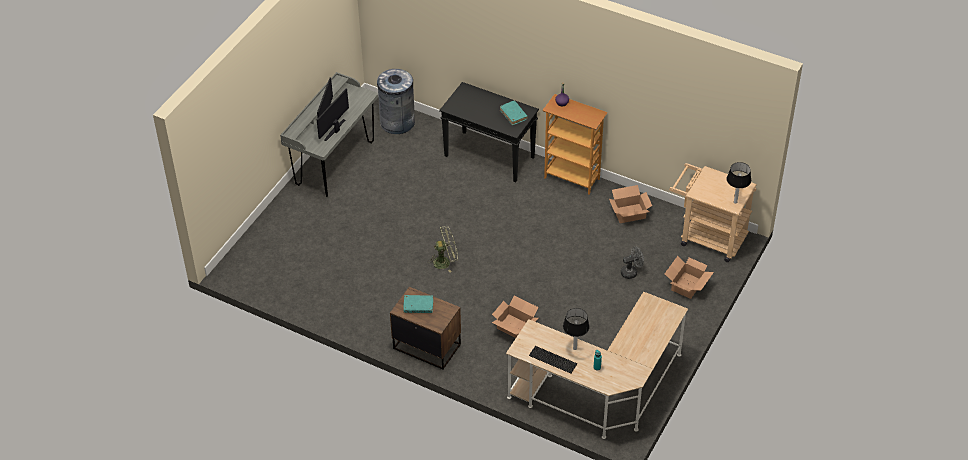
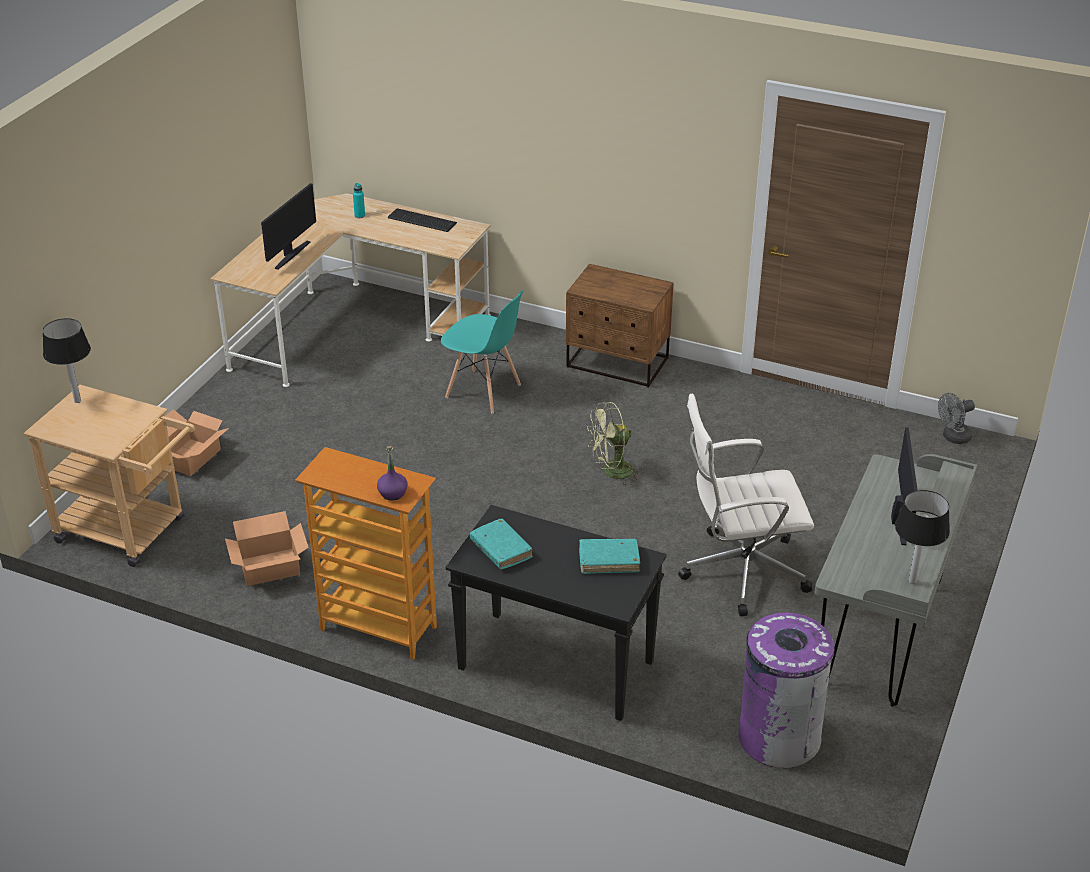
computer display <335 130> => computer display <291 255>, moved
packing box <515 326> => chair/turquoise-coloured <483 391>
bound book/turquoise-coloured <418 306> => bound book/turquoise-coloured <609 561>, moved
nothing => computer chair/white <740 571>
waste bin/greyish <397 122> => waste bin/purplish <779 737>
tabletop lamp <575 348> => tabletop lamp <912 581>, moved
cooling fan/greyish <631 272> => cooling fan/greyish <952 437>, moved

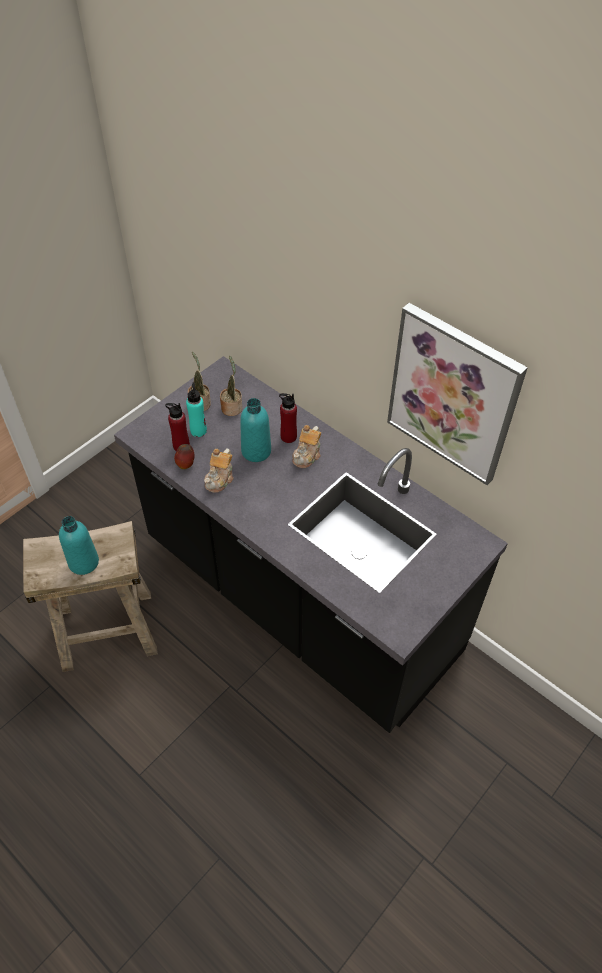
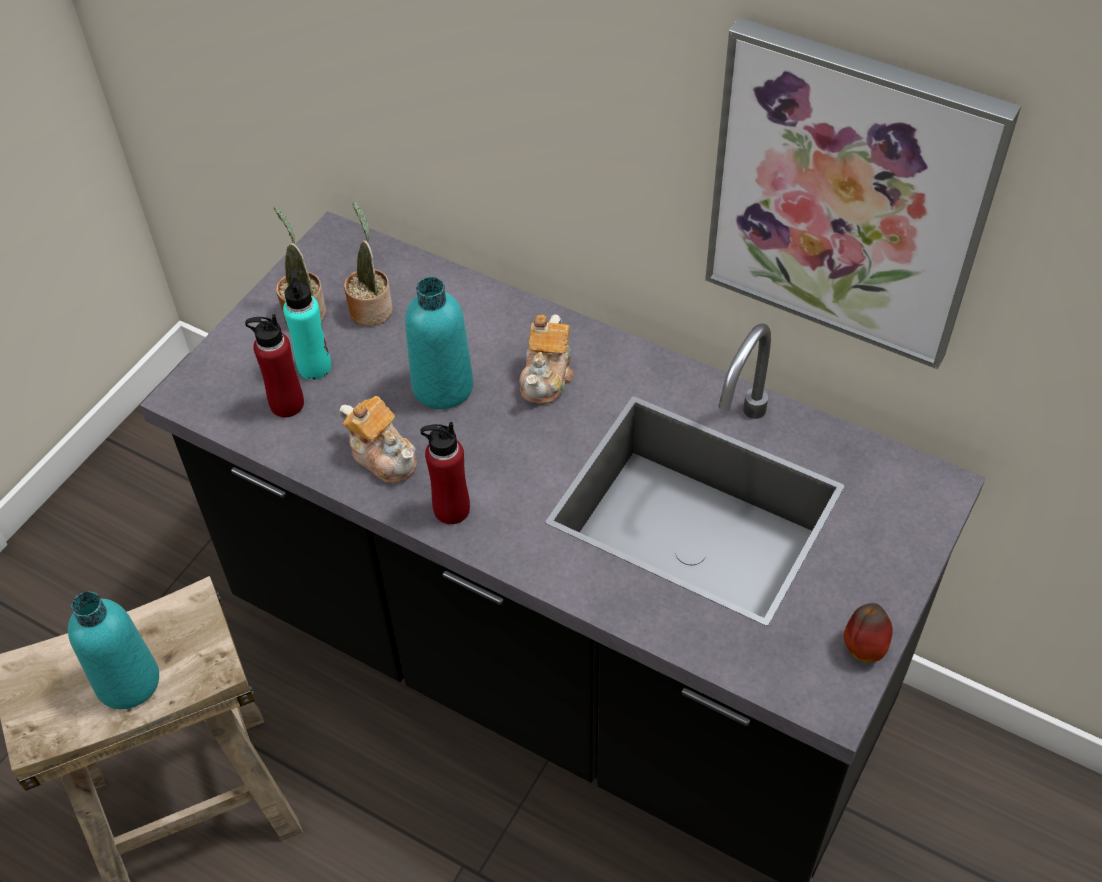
tea pot <220 479> => tea pot <383 456>, 60 degrees counterclockwise
drink bottle/red <288 437> => drink bottle/red <451 509>, moved
apple <186 464> => apple <863 647>, moved

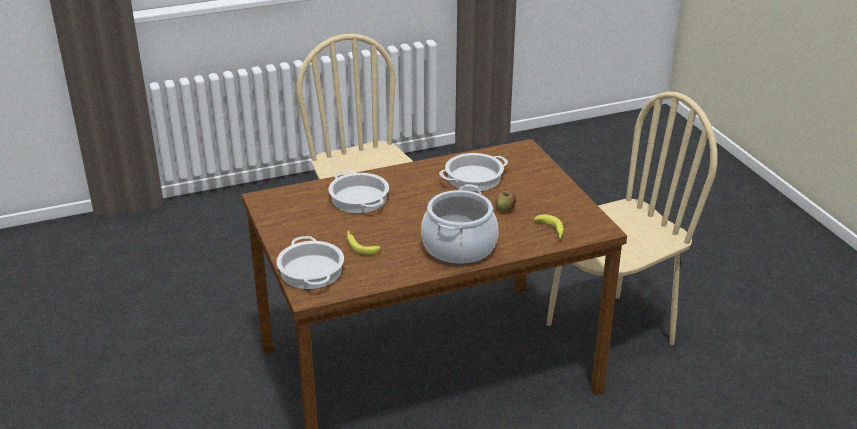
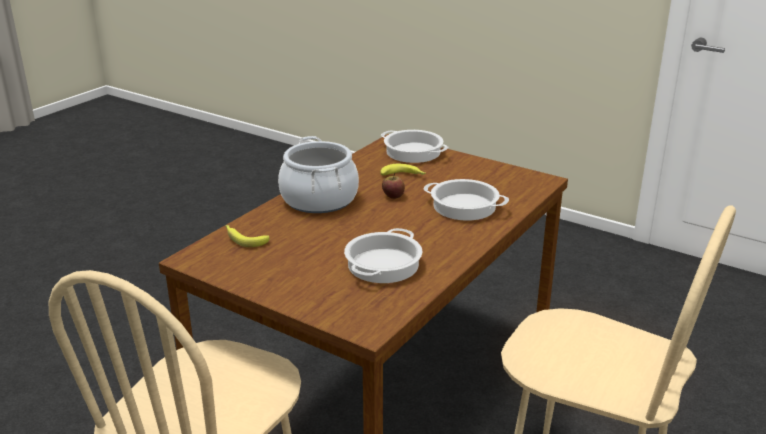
apple <505 209> => apple <393 196>, moved

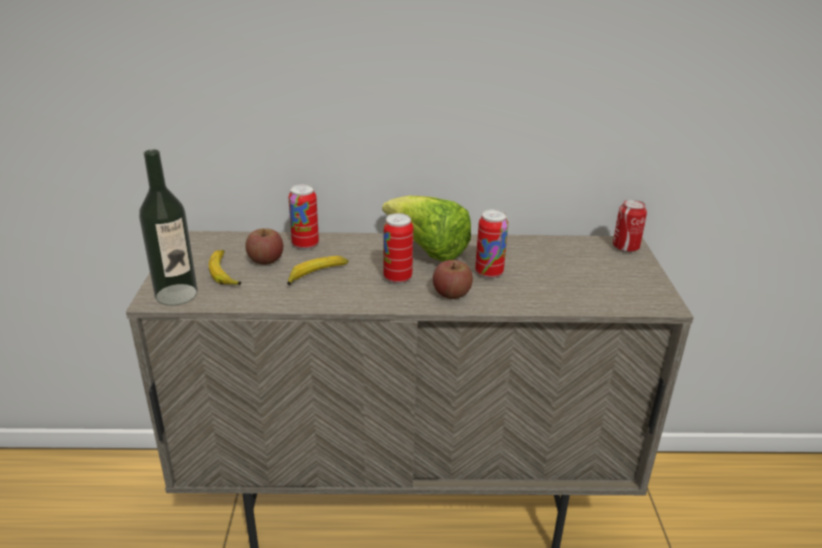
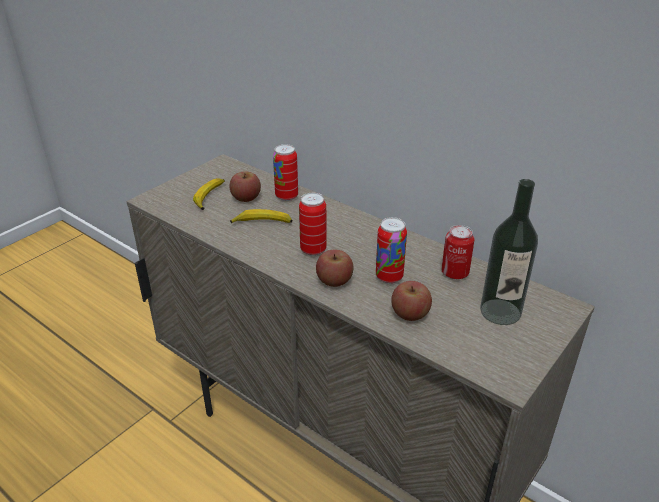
nothing => apple <410 314>
sealed can <625 247> => sealed can <454 273>, moved
drink bottle <176 294> => drink bottle <500 312>, moved
lettuce head <427 251> => nothing

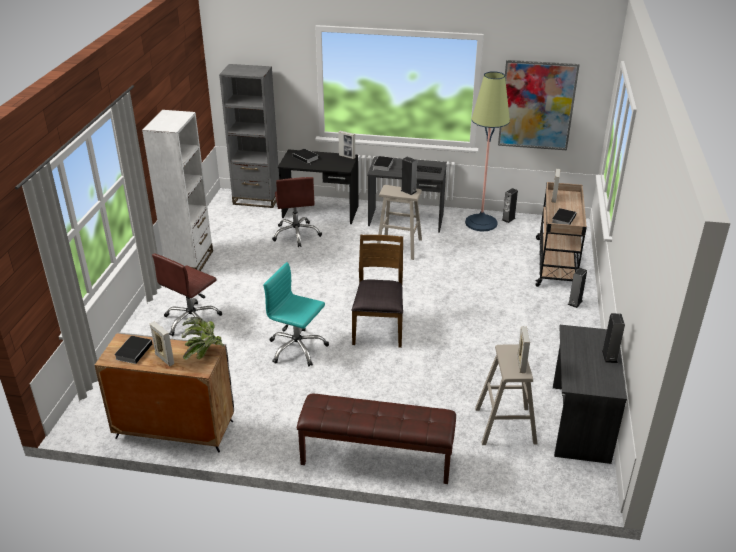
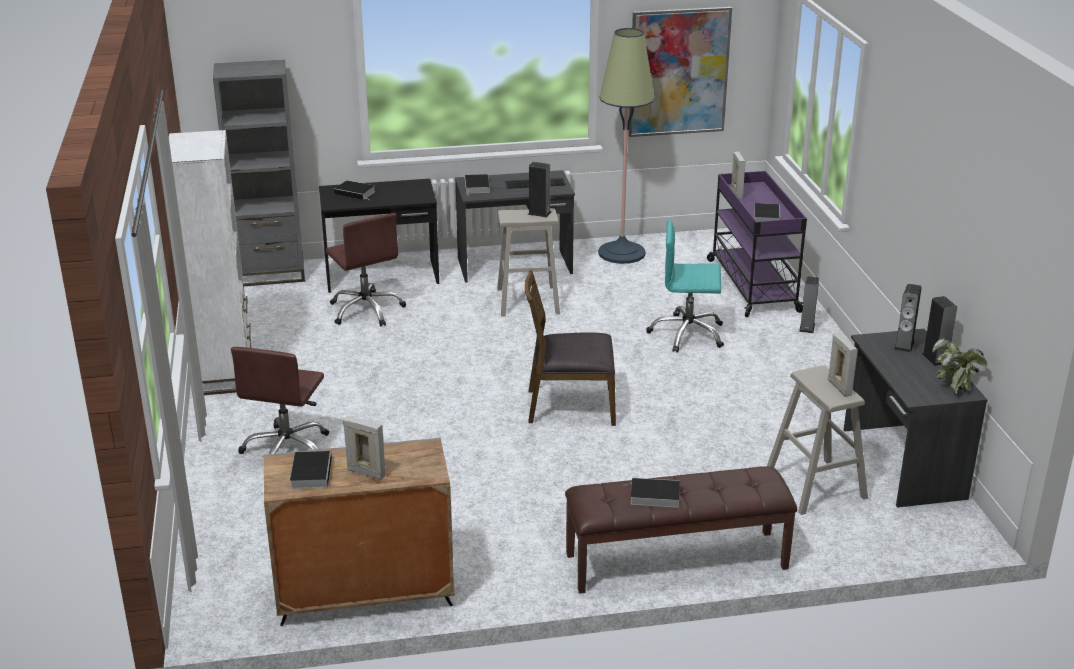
chair/brown-coloured <379 328> => chair/brown-coloured <570 406>, 75 degrees counterclockwise
nothing => bound book <653 496>
computer chair/turquoise-coloured <297 348> => computer chair/turquoise-coloured <687 334>, moved
trolley/beige-coloured <556 263> => trolley/purplish <752 285>
speaker <508 219> => speaker <904 345>, moved
houseplant <203 352> => houseplant <955 384>, moved
picture frame <347 156> => nothing

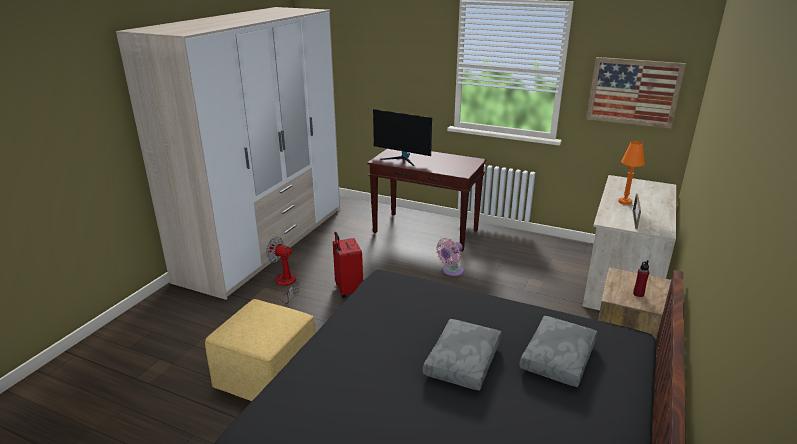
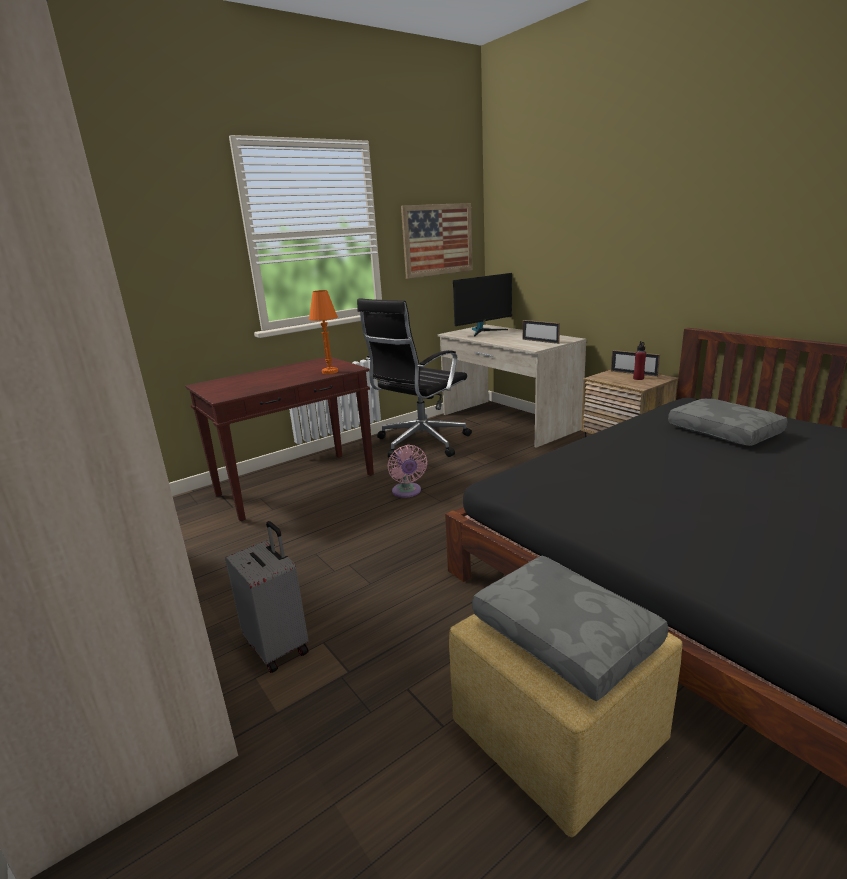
cooling fan <286 284> => travel case/greyish <278 646>
tabletop lamp/orangey <625 202> => tabletop lamp/orangey <330 372>, moved
nothing => computer chair/blackish <420 443>
computer display <402 159> => computer display <483 331>, moved
throw pillow/greyish <464 362> => throw pillow/greyish <567 635>, moved
nothing => picture frame <633 373>
travel case/red <348 290> => nothing

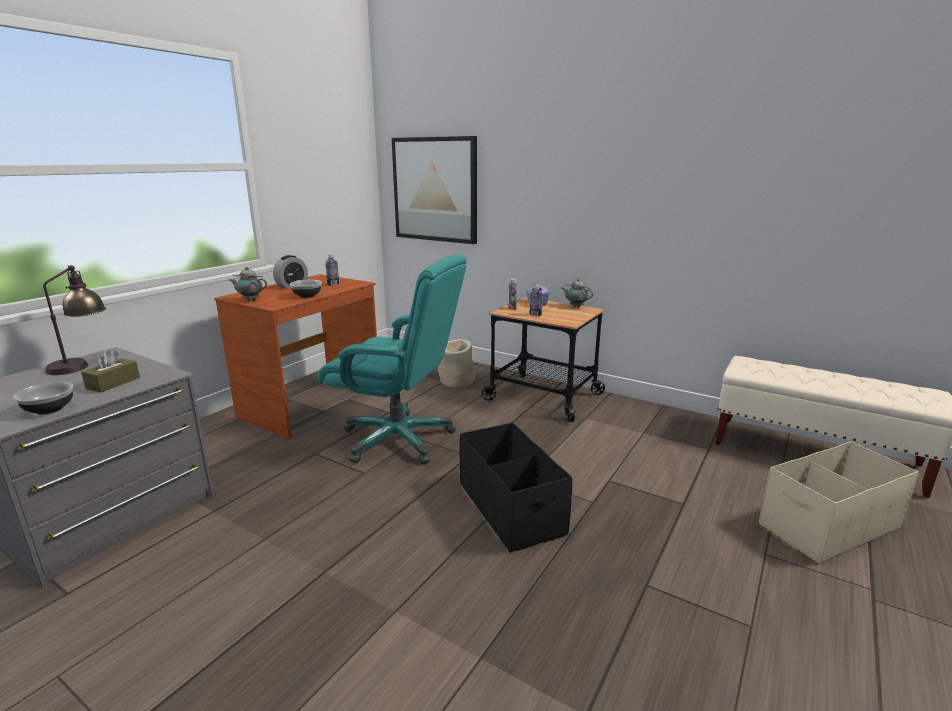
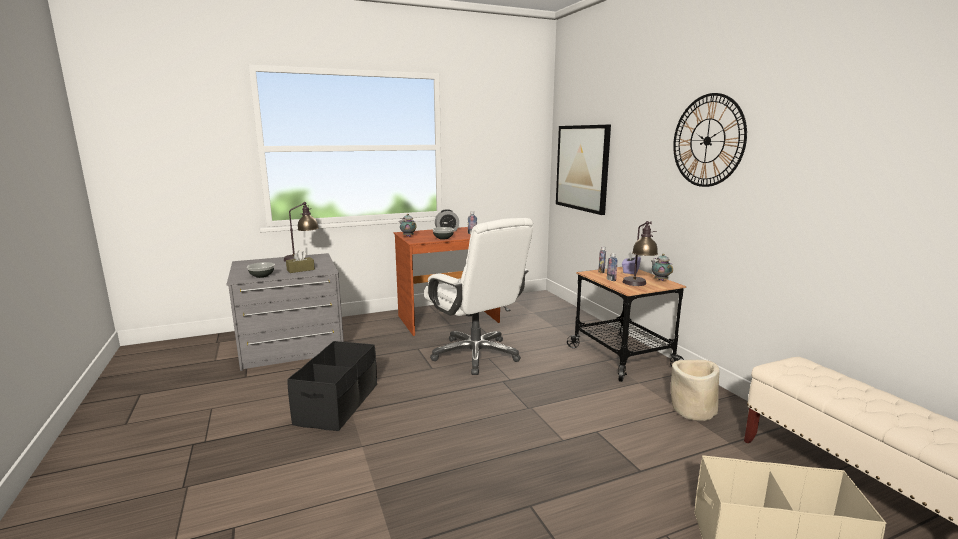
storage box/blackish <511 508> => storage box/blackish <338 404>, moved
computer chair/turquoise-coloured <399 439> => computer chair/white <476 355>
nothing => tabletop lamp <638 285>
flower pot/beige-coloured <456 381> => flower pot/beige-coloured <693 410>, moved
nothing => wall clock <707 141>

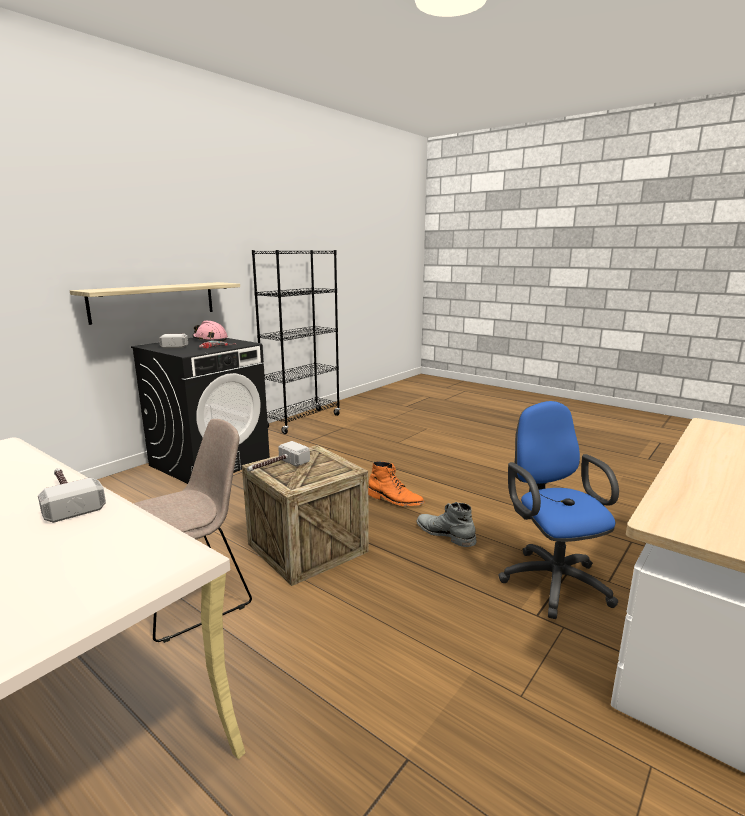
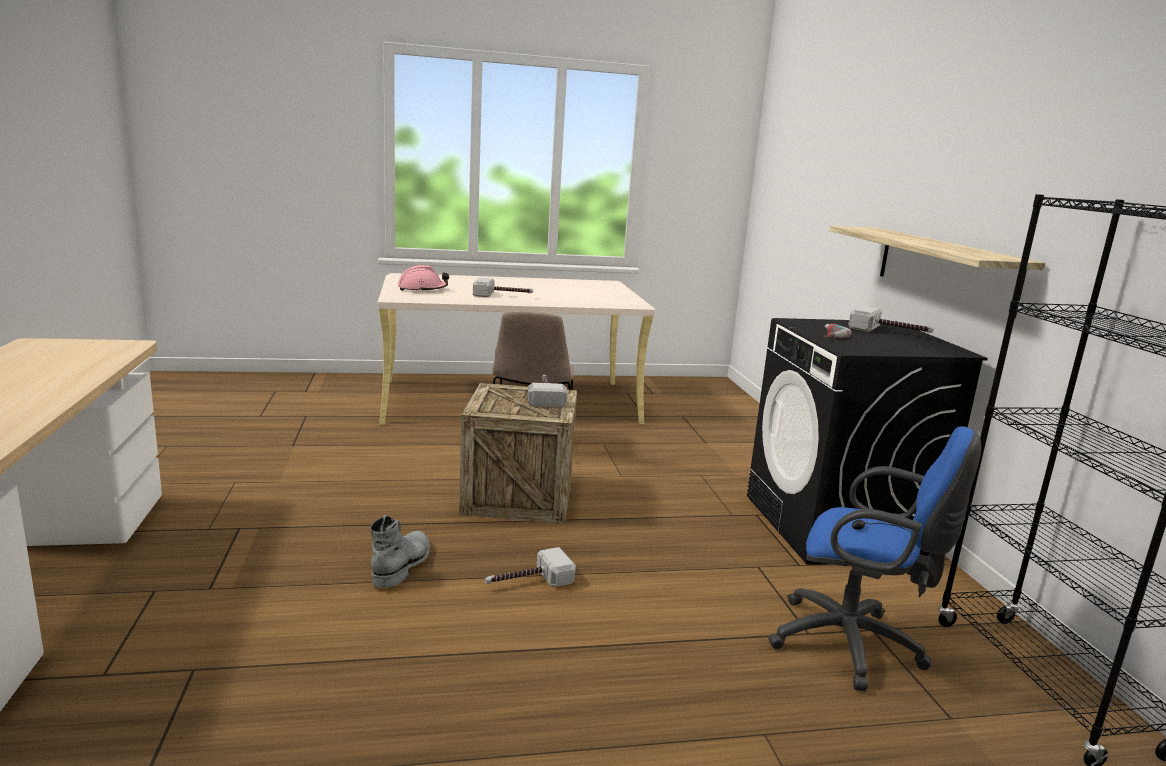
boot/greyish <445 534> => boot/greyish <402 565>, 75 degrees counterclockwise
hard hat/pink-coloured <210 339> => hard hat/pink-coloured <422 289>, moved
boot/orangey <395 500> => tool hammer <527 582>
computer chair/blue <551 579> => computer chair/blue <854 646>, moved

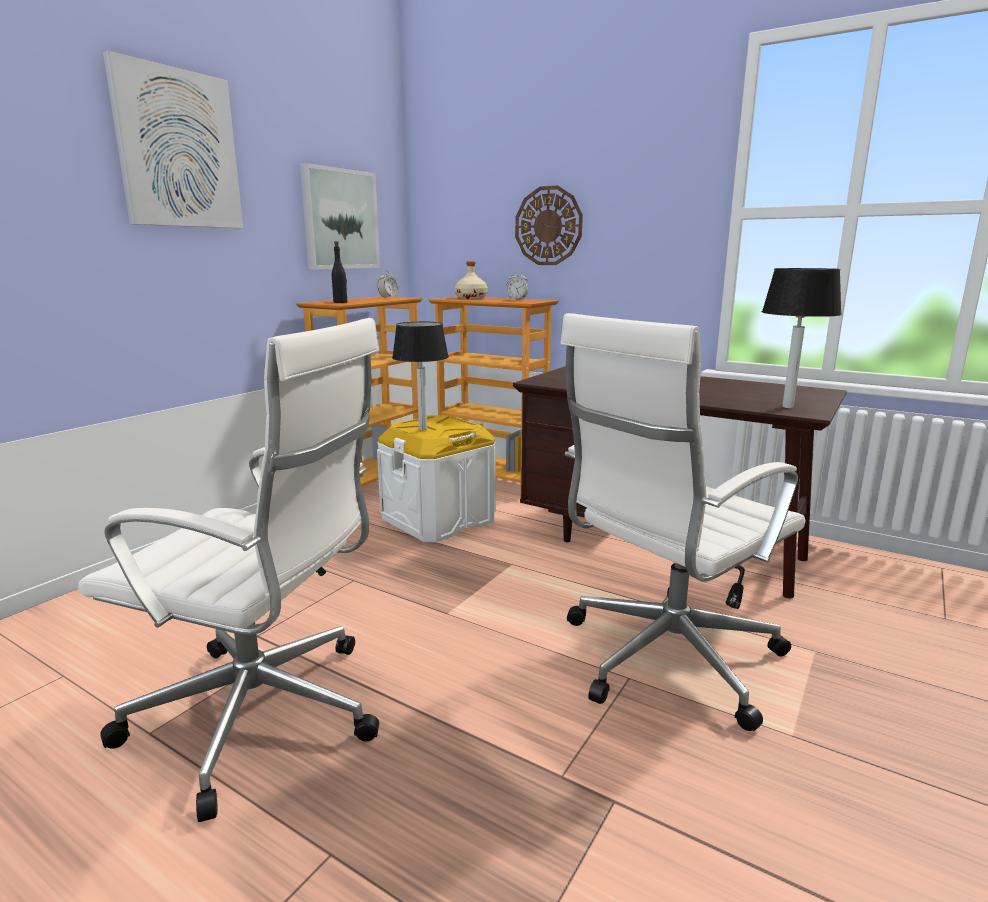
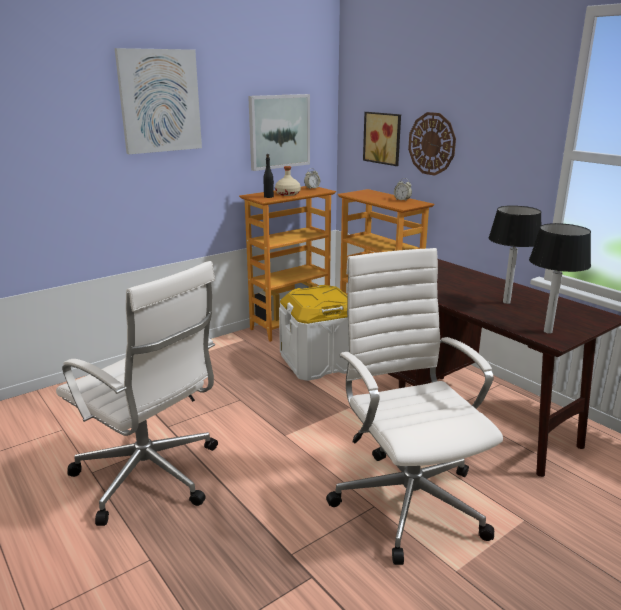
drink bottle/beige-coloured <471 298> => drink bottle/beige-coloured <287 194>, moved
computer chair/white <665 658> => computer chair/white <408 499>, 90 degrees clockwise
nothing => picture <383 138>
tabletop lamp <423 429> => tabletop lamp <507 302>, moved

